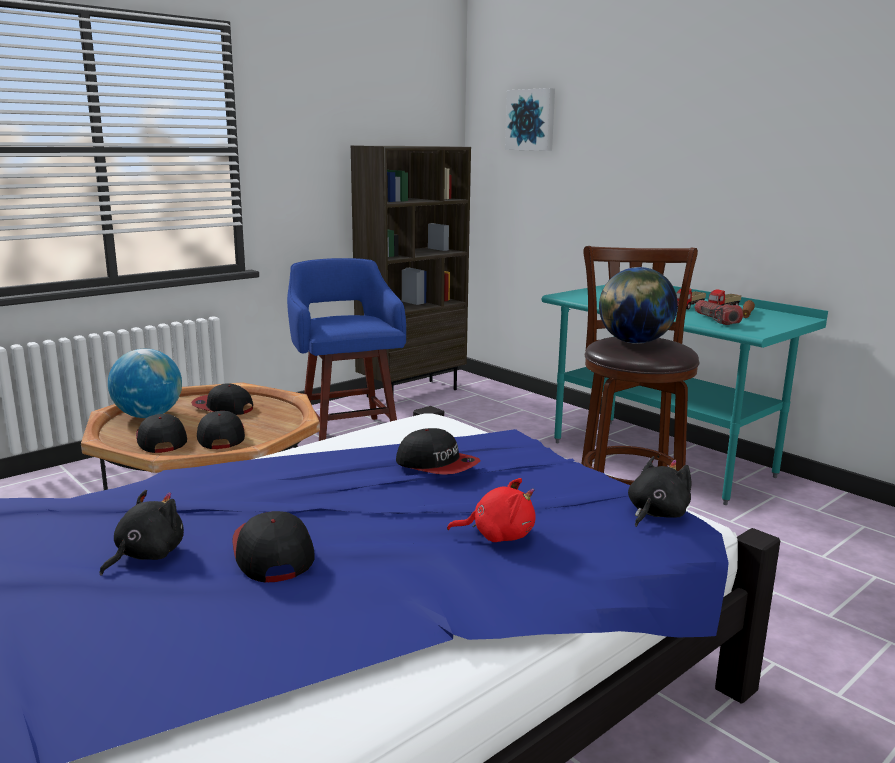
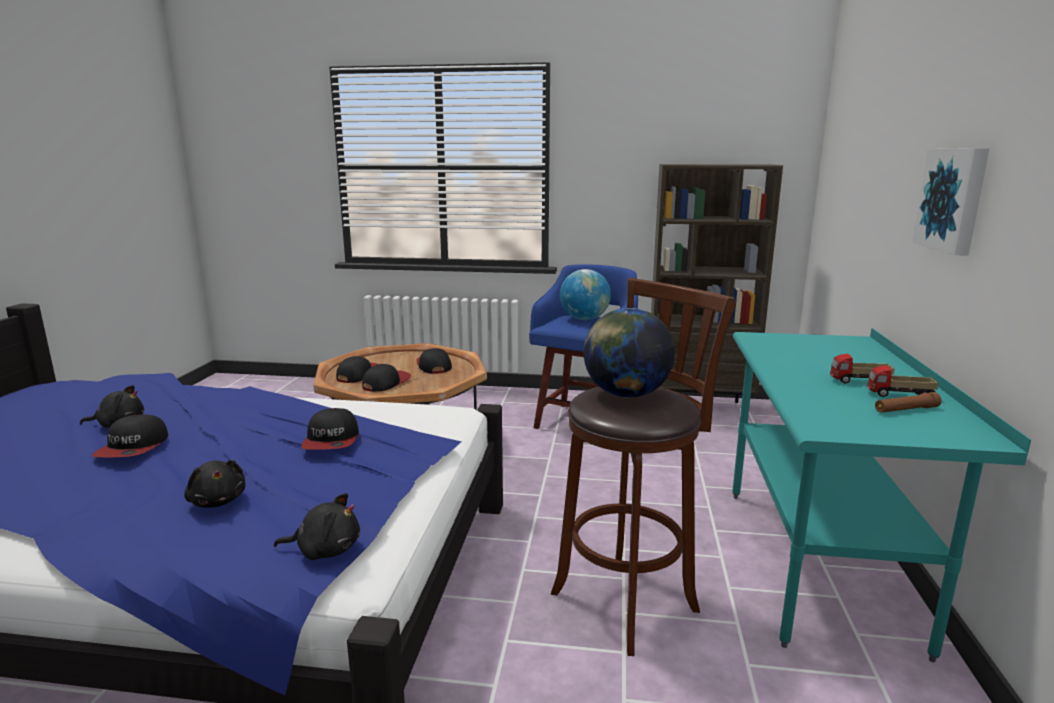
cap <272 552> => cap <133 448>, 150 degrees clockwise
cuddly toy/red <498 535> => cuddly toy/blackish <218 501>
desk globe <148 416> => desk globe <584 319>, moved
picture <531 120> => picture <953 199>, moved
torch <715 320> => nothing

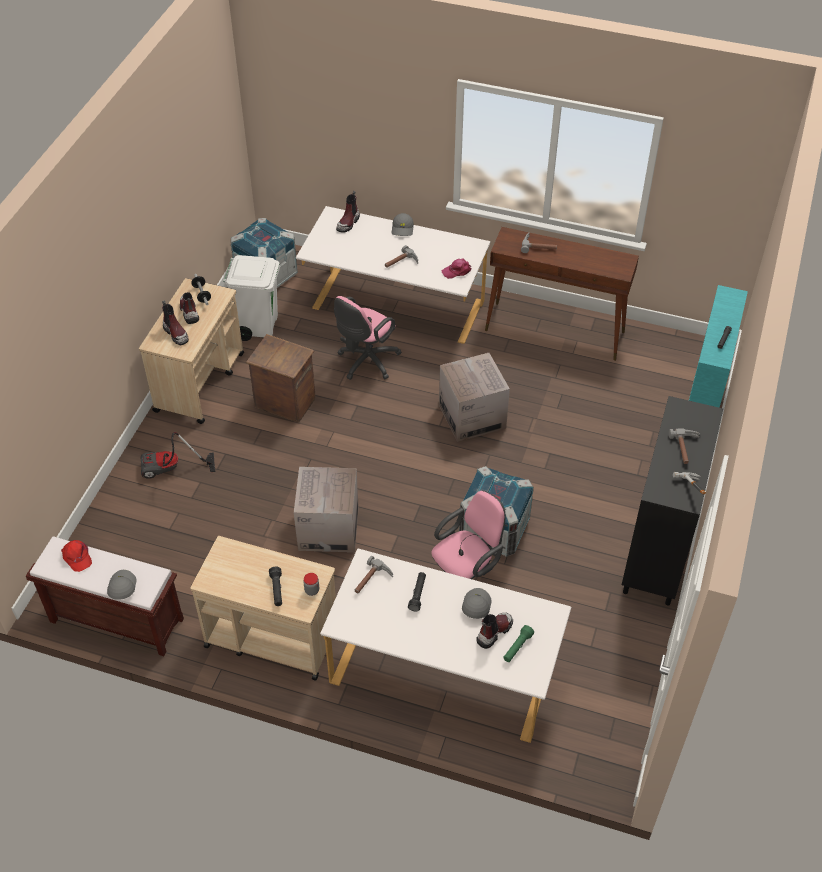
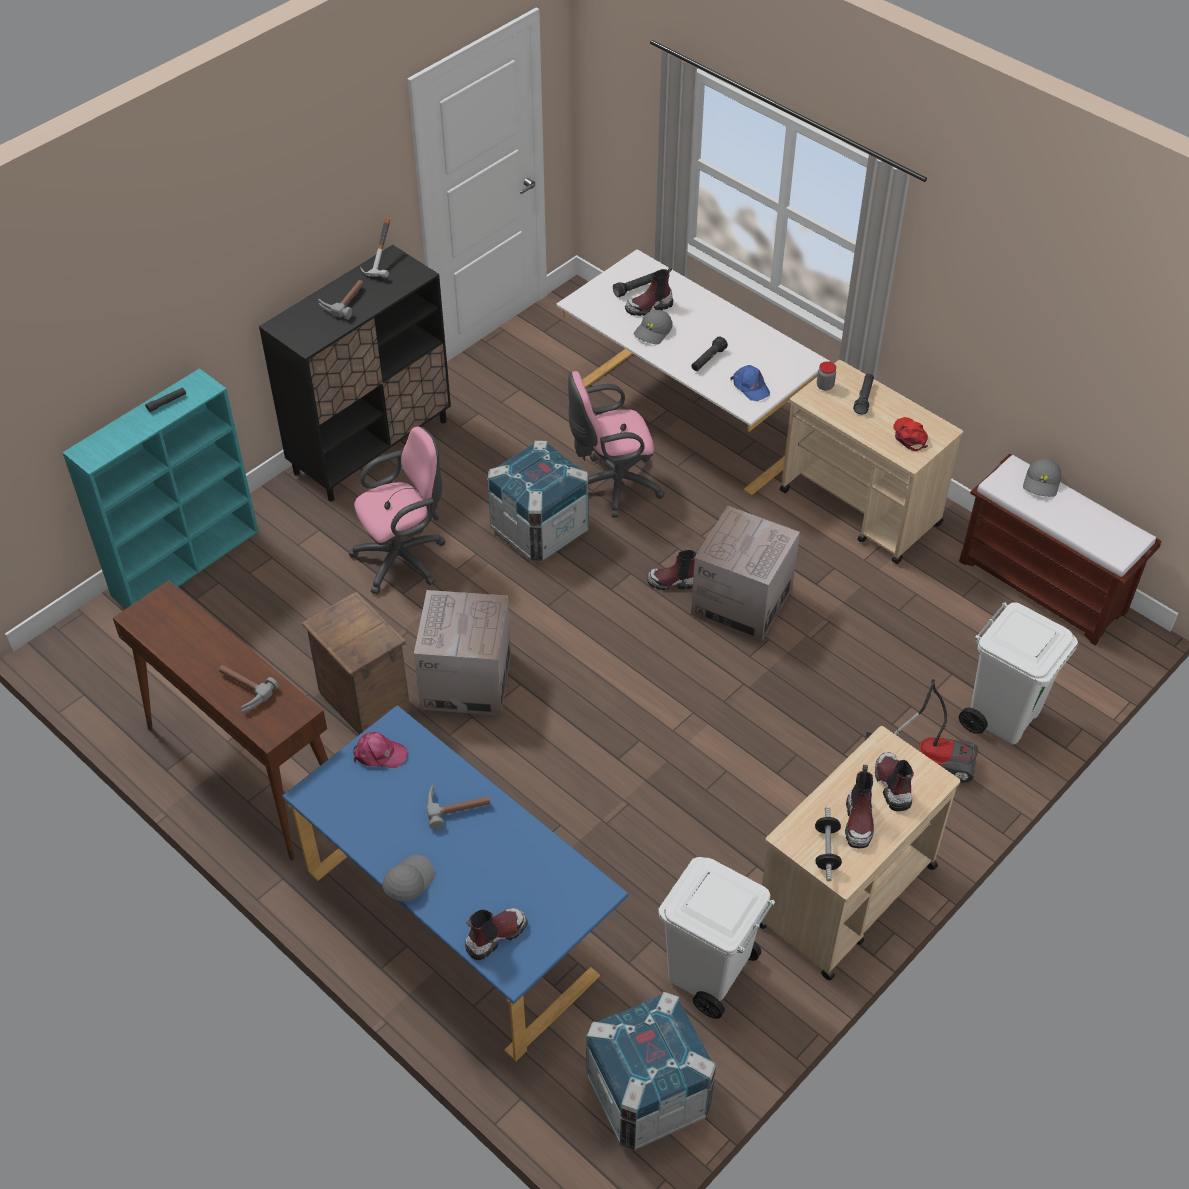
desk unit/white <395 307> => desk unit/blue <459 919>
packing crate <285 403> => packing crate <364 701>, moved
computer chair/pink-coloured <366 362> => computer chair/pink-coloured <405 558>, moved
torch/green-coloured <517 647> => torch/blackish <635 289>
nothing => boot <673 582>
tool hammer <373 581> => cap/blue <750 386>
cap/red <77 557> => cap/red <910 436>, moved
nothing => waste bin/white <1002 716>

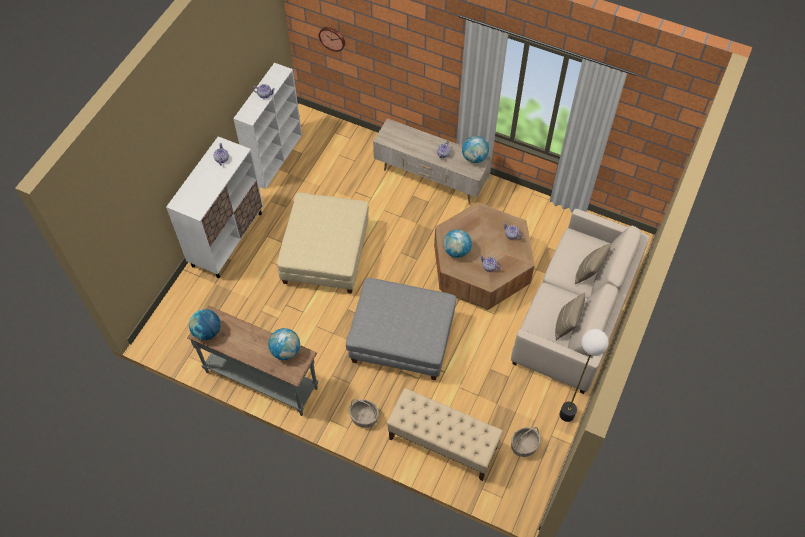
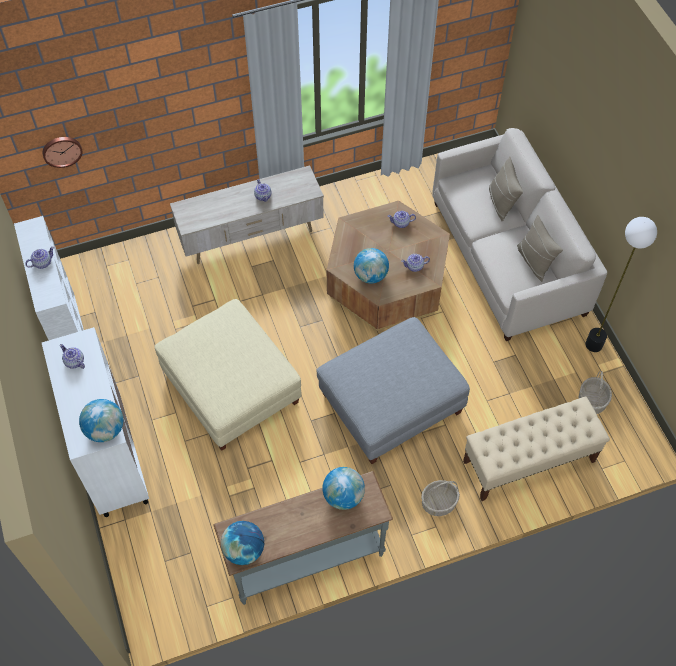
desk globe <474 158> => desk globe <105 430>, moved

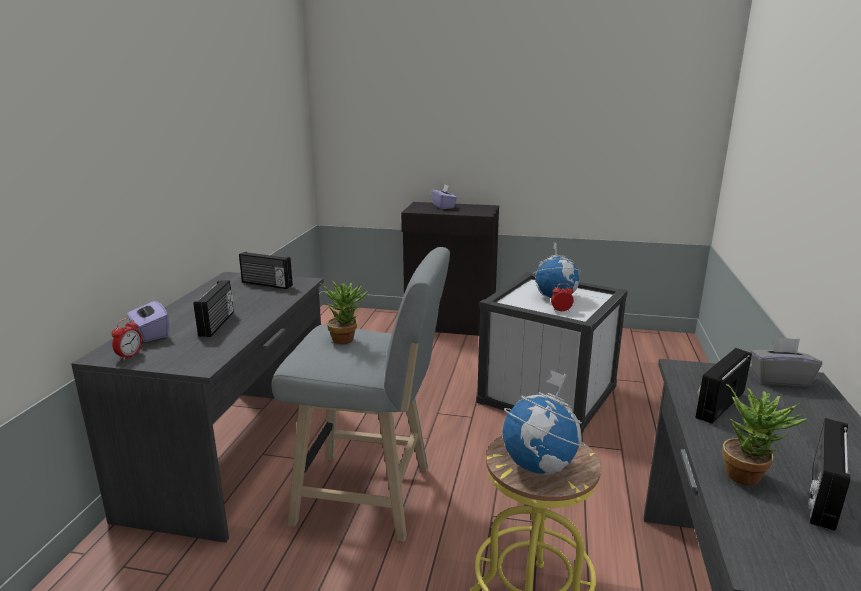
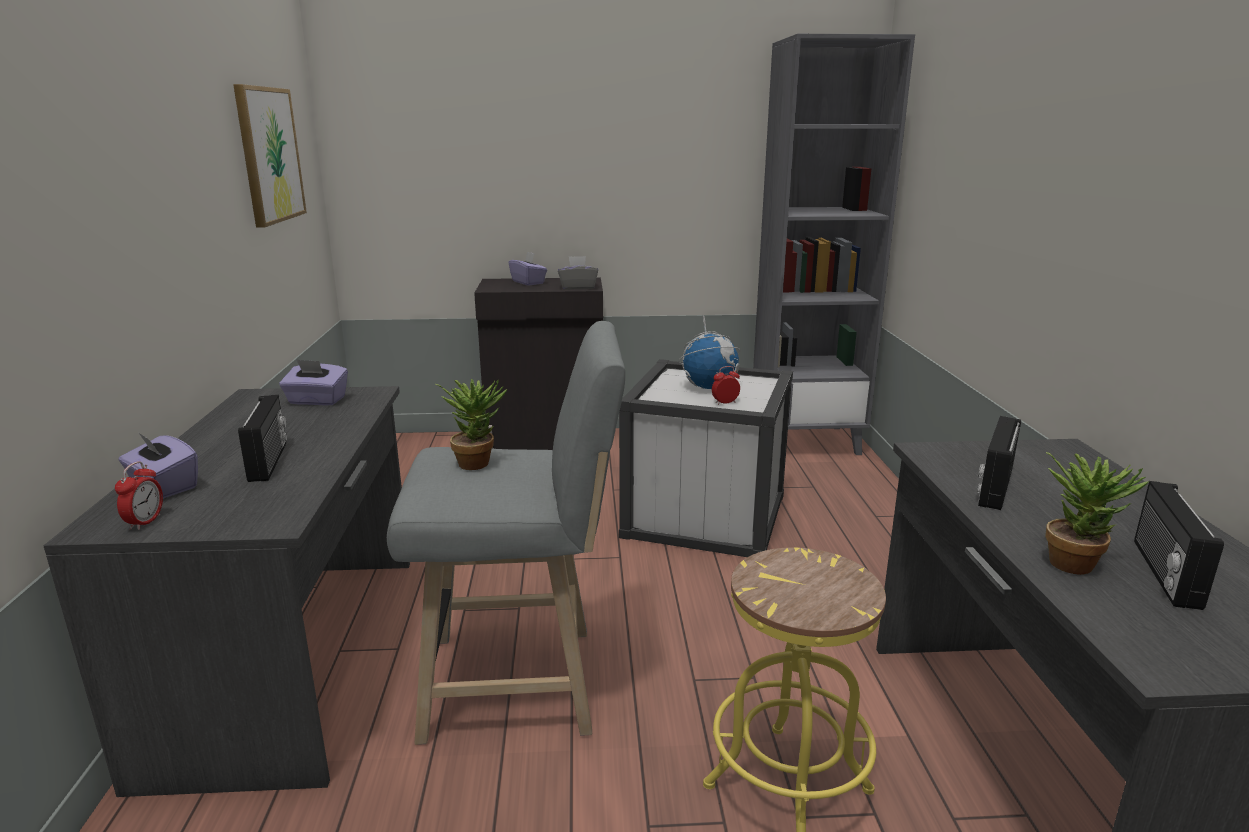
nothing => picture <269 155>
radio receiver <266 284> => tissue box/purplish <317 401>
tissue box/greyish <779 379> => tissue box/greyish <577 287>, moved
nothing => bookshelf/greyish <806 441>
desk globe <540 465> => nothing

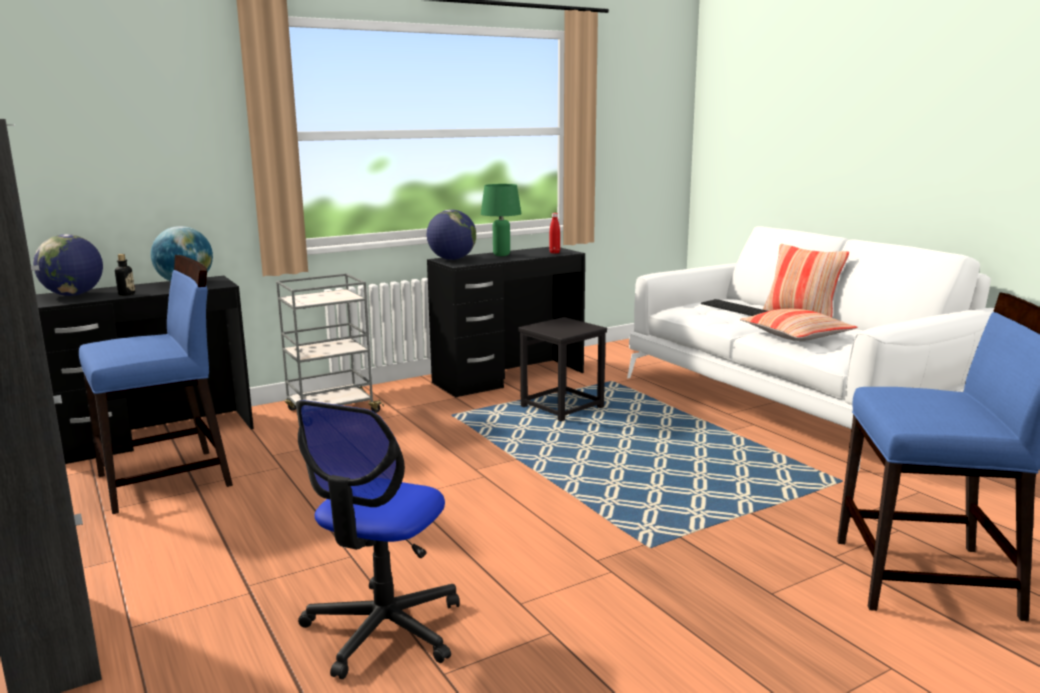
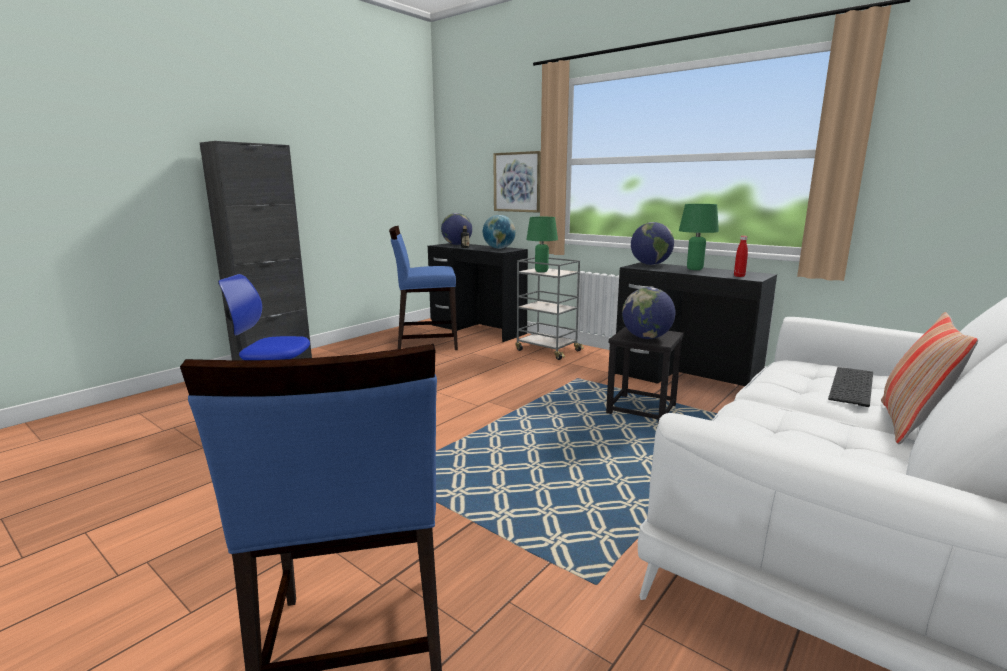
chair/blue <166 480> => chair/blue <426 343>, 135 degrees clockwise
nothing => picture <517 182>
nothing => tabletop lamp/green-coloured <541 271>
nothing => desk globe <646 338>
throw pillow <796 335> => nothing

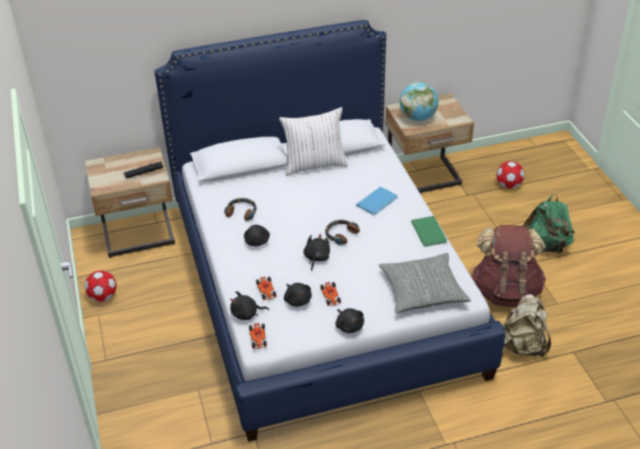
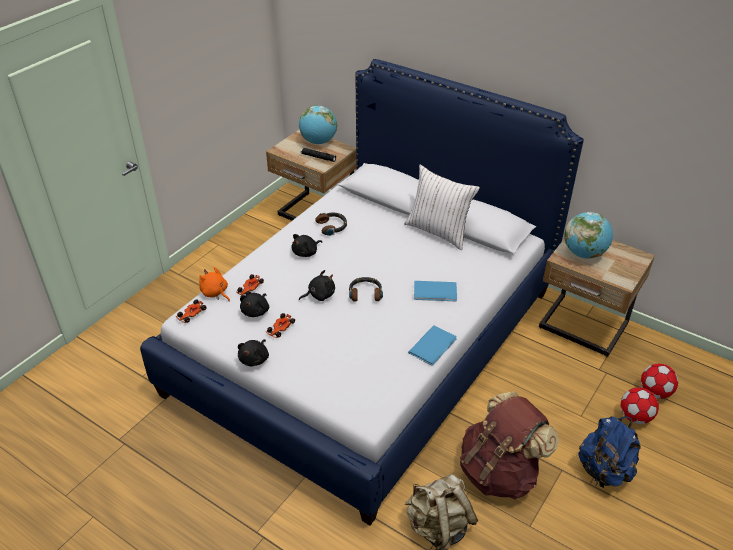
cuddly toy/blackish <246 314> => cuddly toy/orangey <215 293>
nothing => desk globe <318 142>
bound book/green-coloured <429 231> => bound book/blue <434 345>
backpack/green-coloured <546 245> => backpack/blue <604 471>
football ball <103 297> => football ball <635 417>, moved
throw pillow/greyish <422 290> => nothing

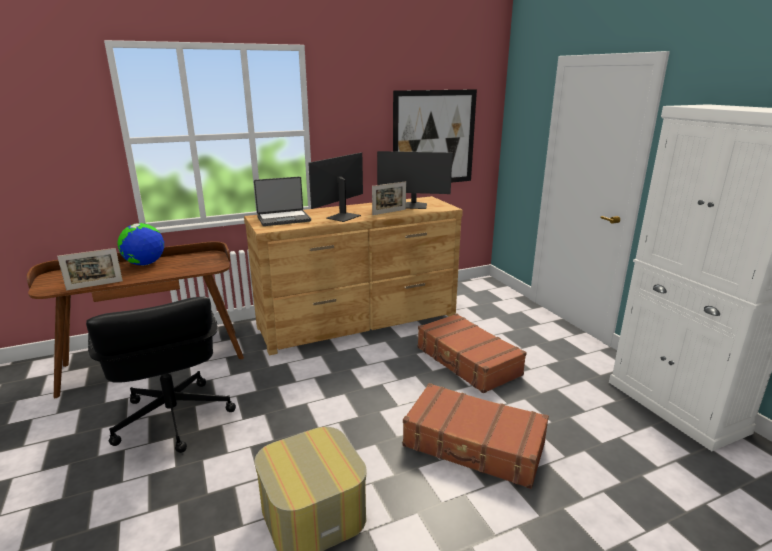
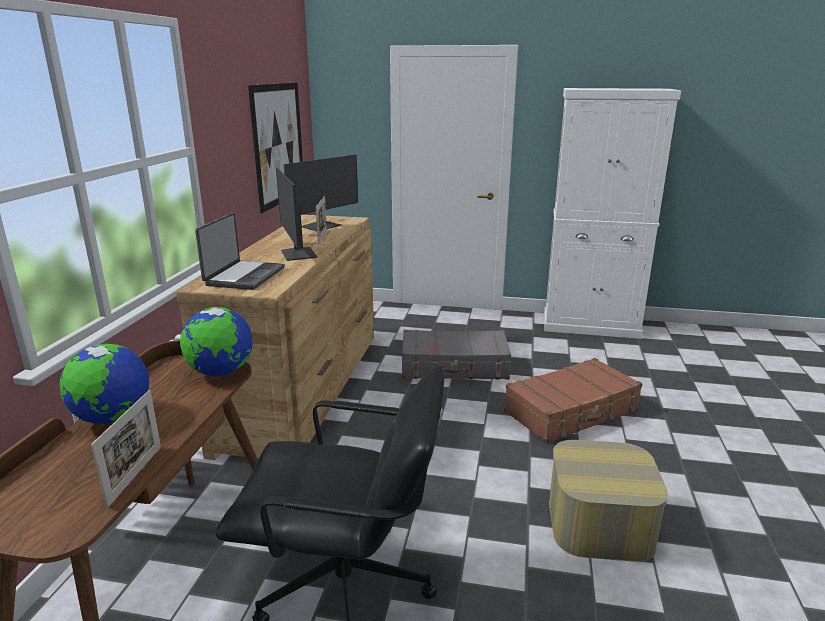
nothing => desk globe <220 372>
travel case/brown-coloured <467 361> => travel case/greyish <454 366>

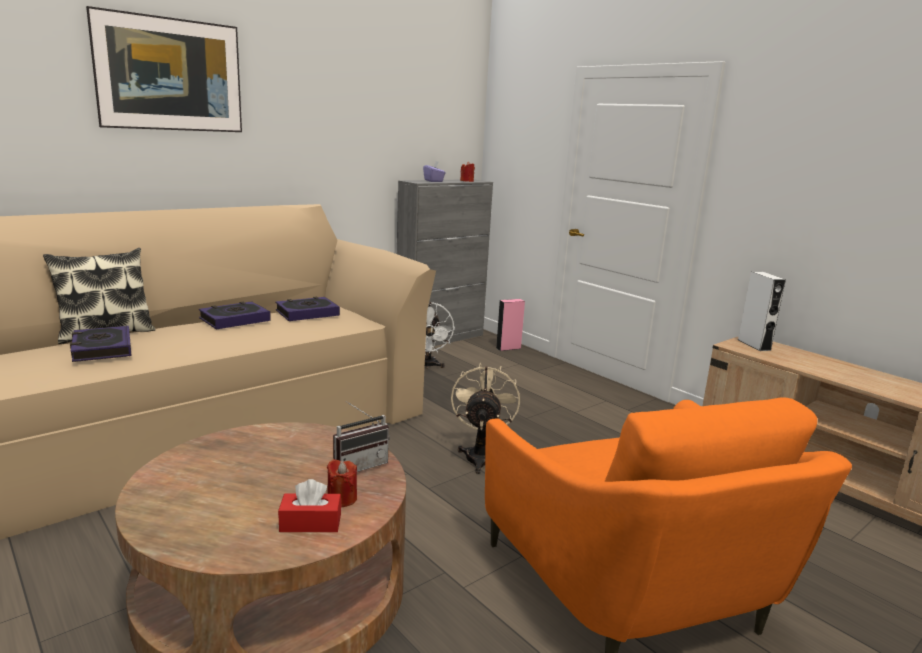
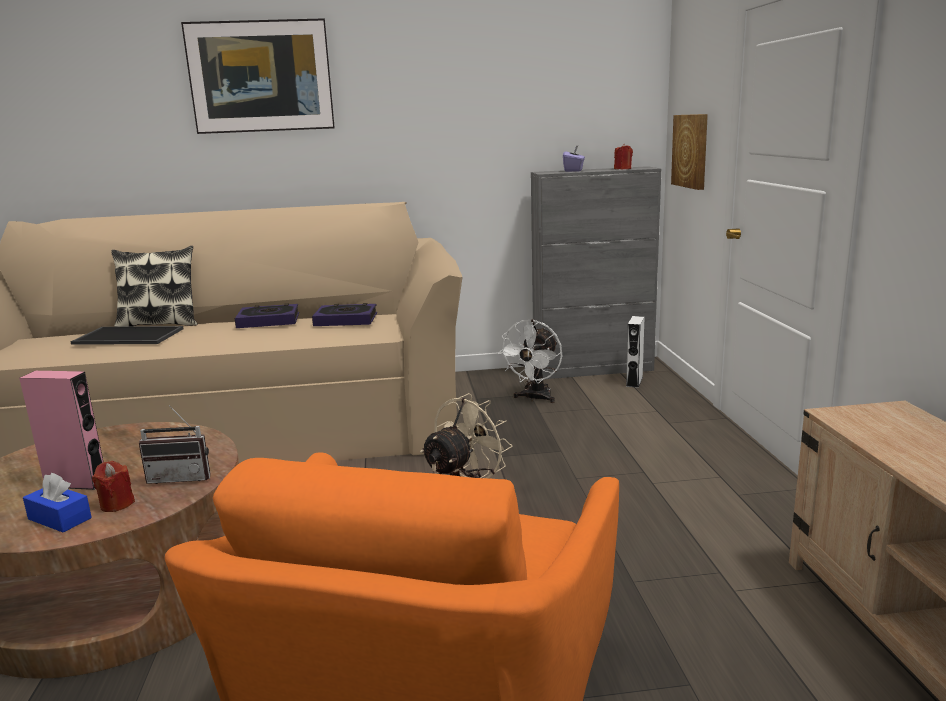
speaker/pink-coloured <508 348> => speaker/pink-coloured <76 483>, moved
tissue box/red <310 523> => tissue box/blue <59 519>
bound book <102 349> => serving tray <127 337>
speaker/white <754 345> => speaker/white <634 381>, moved
nothing => picture <691 151>

